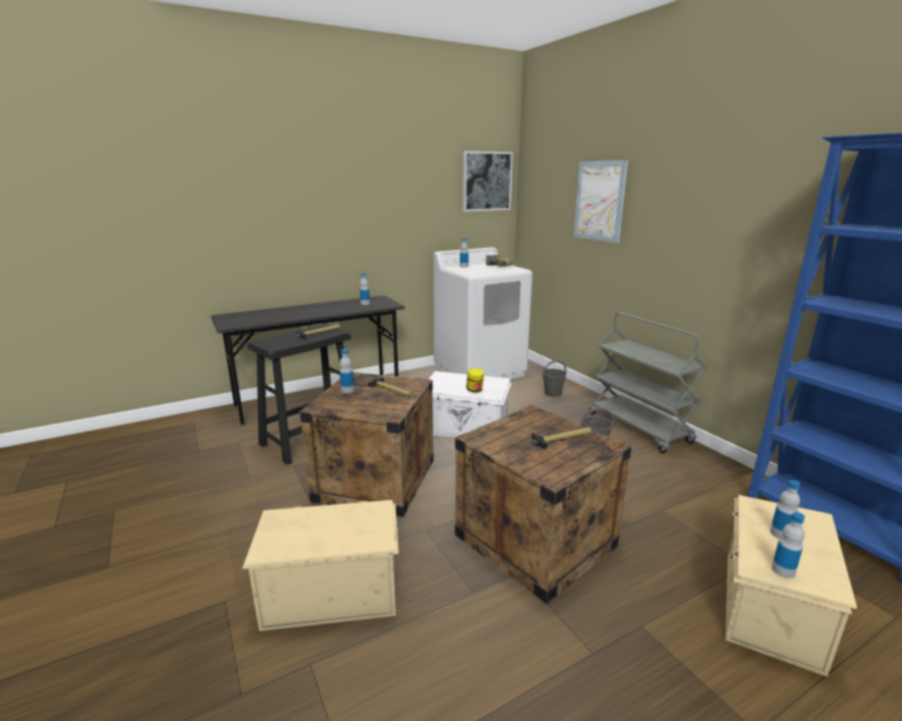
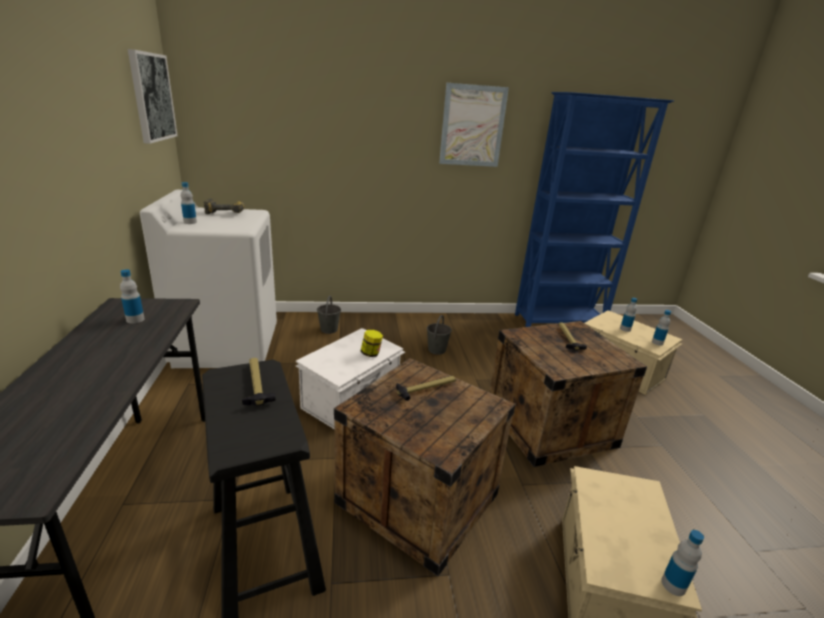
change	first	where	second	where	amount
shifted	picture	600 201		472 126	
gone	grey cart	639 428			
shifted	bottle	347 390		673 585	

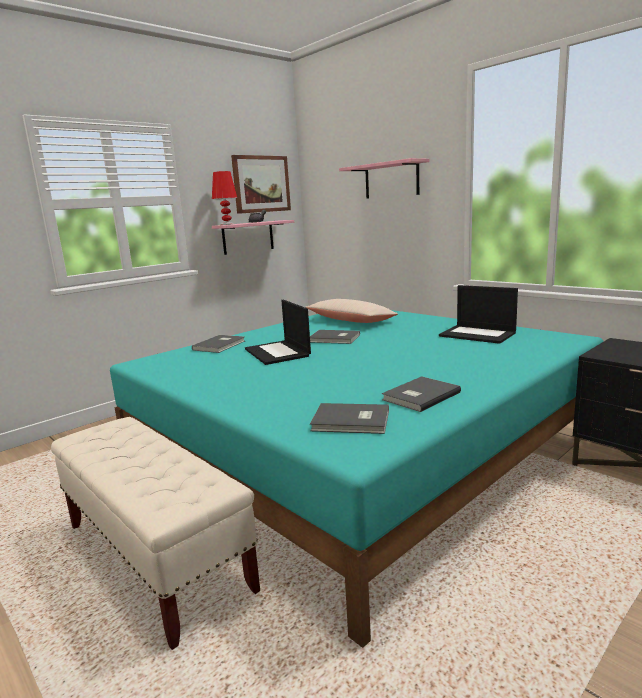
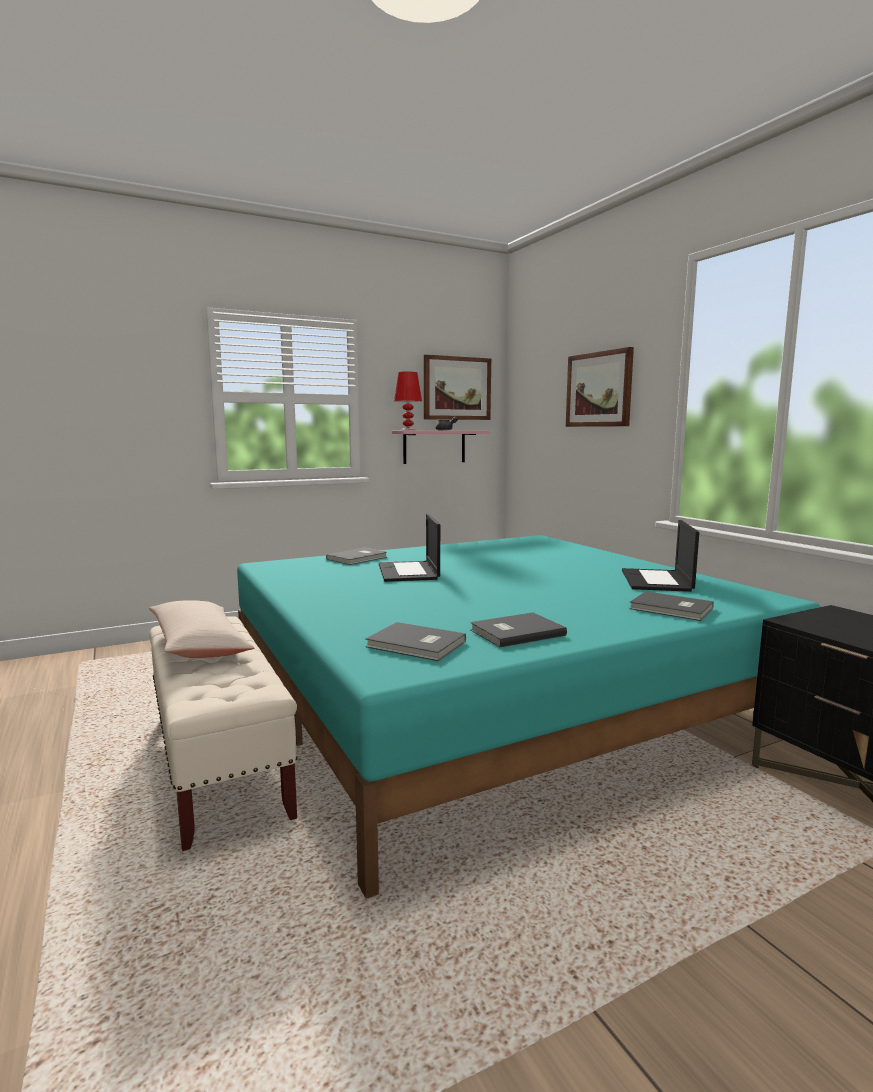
change	first	where	second	where	amount
swapped	pink shelf	391 180	picture	599 389	
rotated	laptop	478 334		657 581	45 degrees clockwise
shifted	beige pillow	351 321		199 644	
shifted	grey book	334 339		671 609	

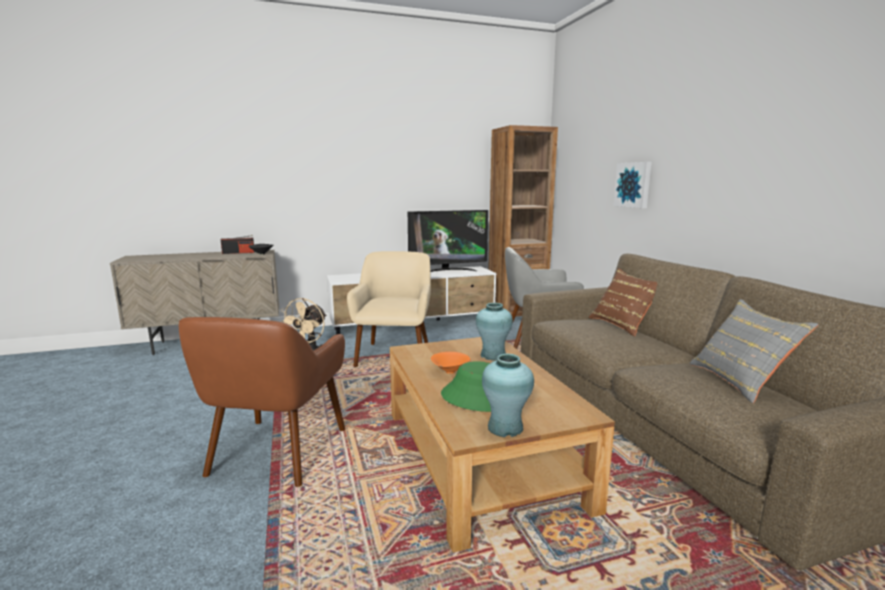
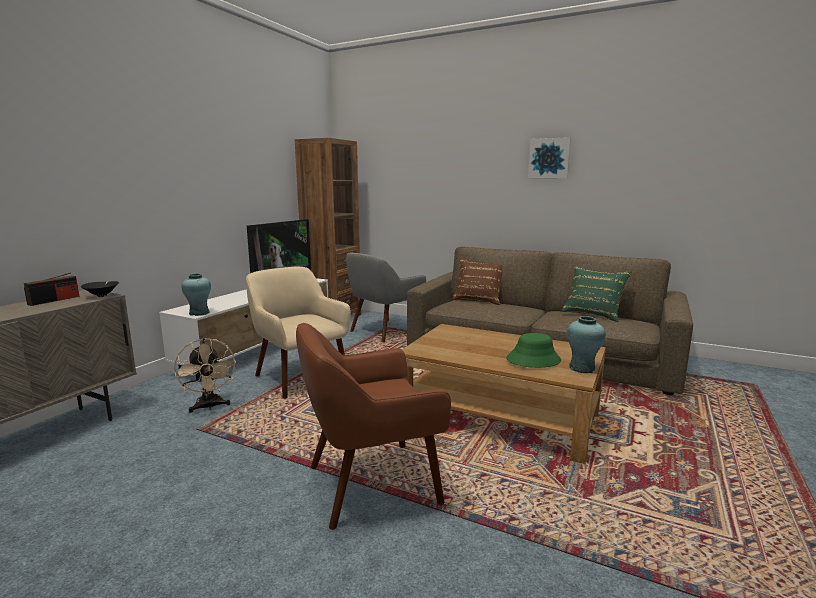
change	first	where	second	where	amount
shifted	picture	633 185		549 158	
repainted	grey pillow	740 381	green pillow	593 314	
shifted	turquoise vase	493 356		199 313	
rotated	brown armchair	276 452		370 484	105 degrees clockwise
gone	orange bowl	449 372			

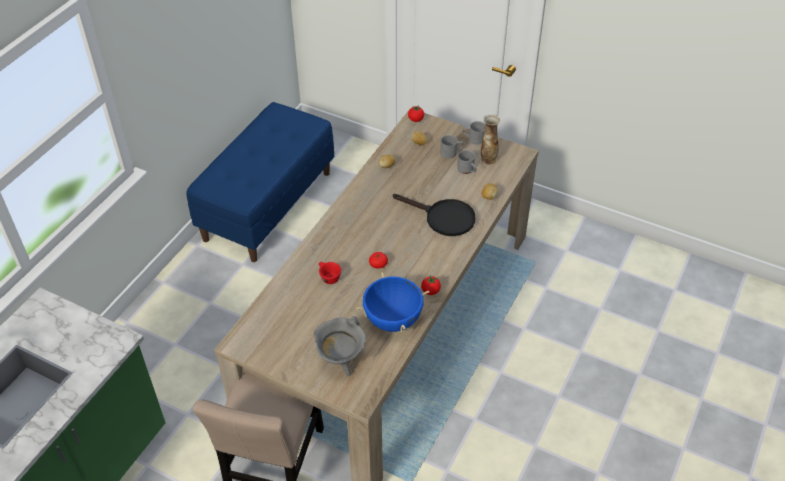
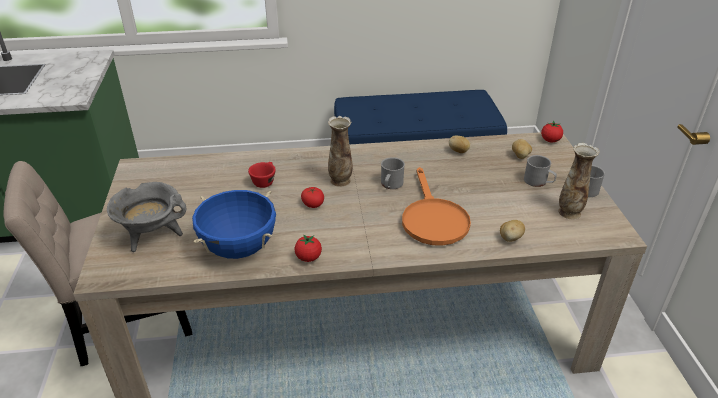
change	first	where	second	where	amount
shifted	grey mug	467 170		390 185	
repainted	black frying pan	443 218	orange frying pan	432 219	
new			vase	340 181	

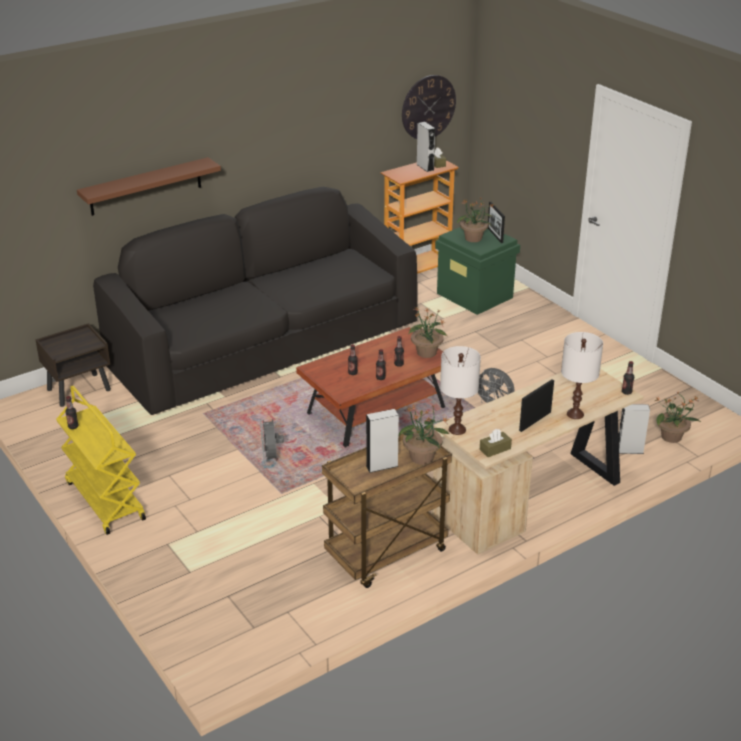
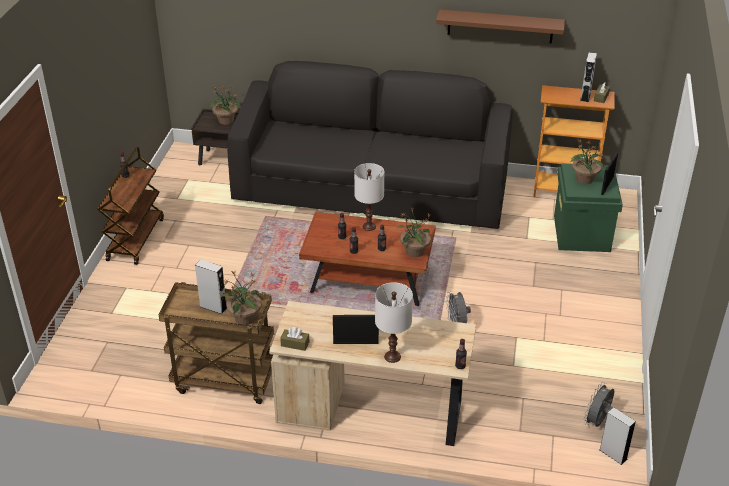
change	first	where	second	where	amount
gone	wall clock	428 107			
shifted	brown shelf	145 186		500 26	
shifted	white table lamp	457 429		369 227	
repainted	yellow cart	104 500	brown cart	135 239	
shifted	potted plant	672 437		226 121	
shifted	grey speaker	629 450		613 454	
shifted	grey fan	271 459		597 422	

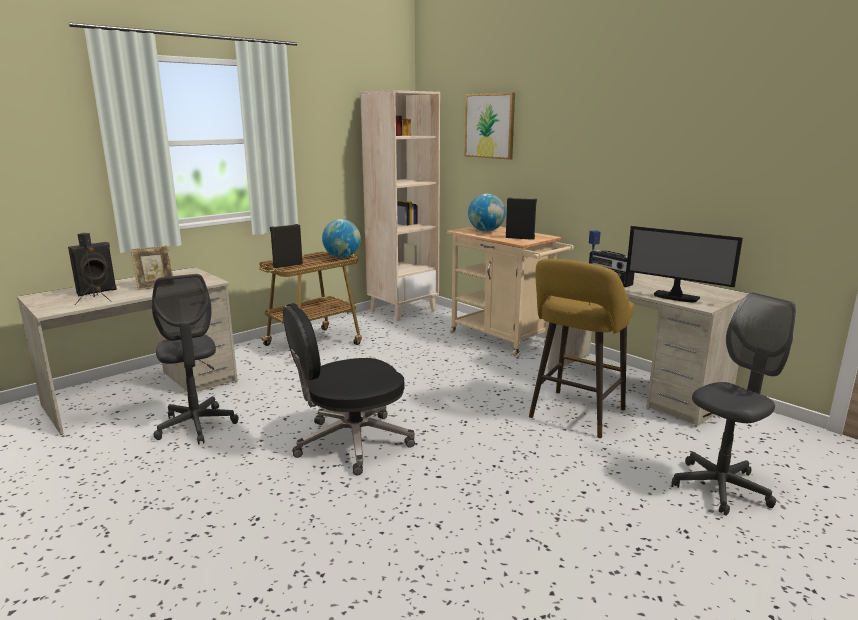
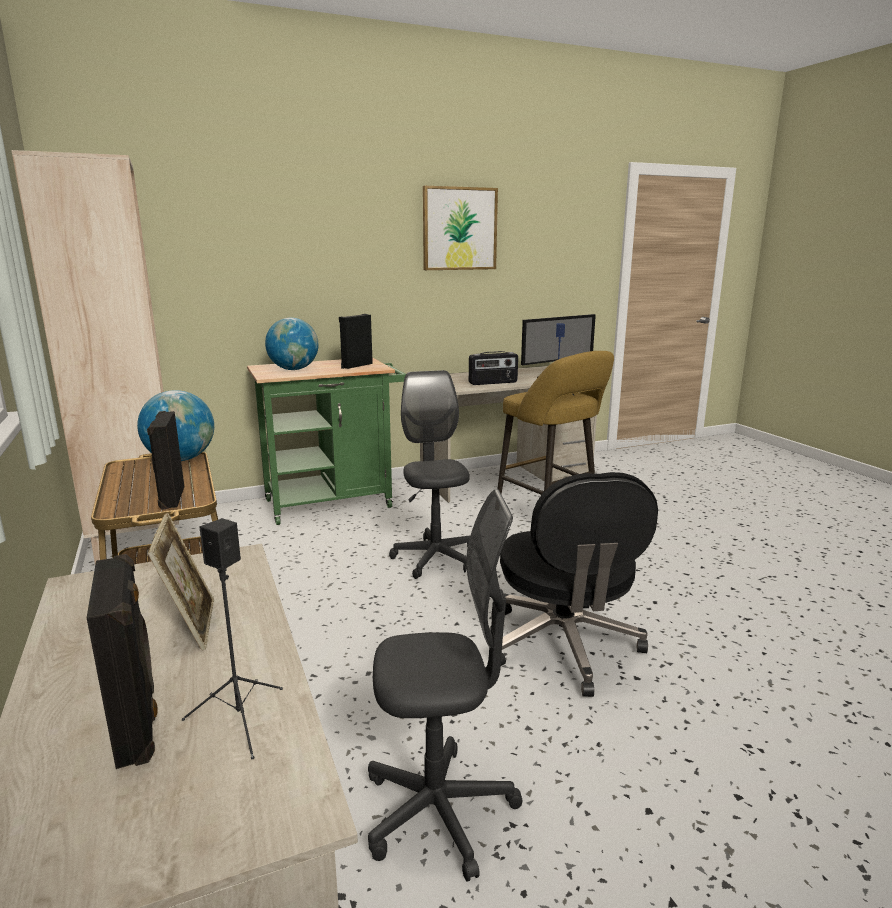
change	first	where	second	where	amount
shifted	picture	489 126		459 229	
repainted	beige cart	504 339	green cart	336 502	
shifted	grey office chair	720 488		435 558	

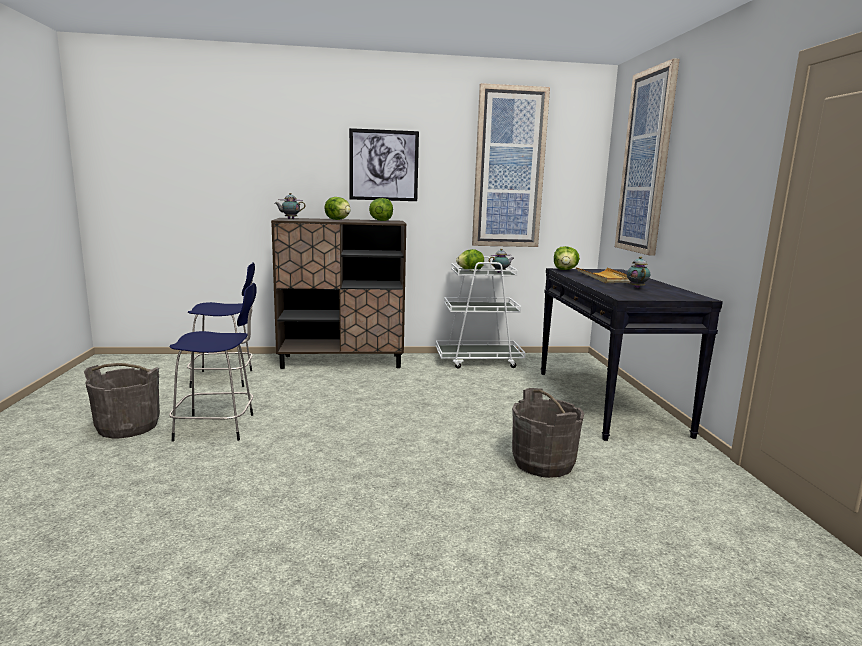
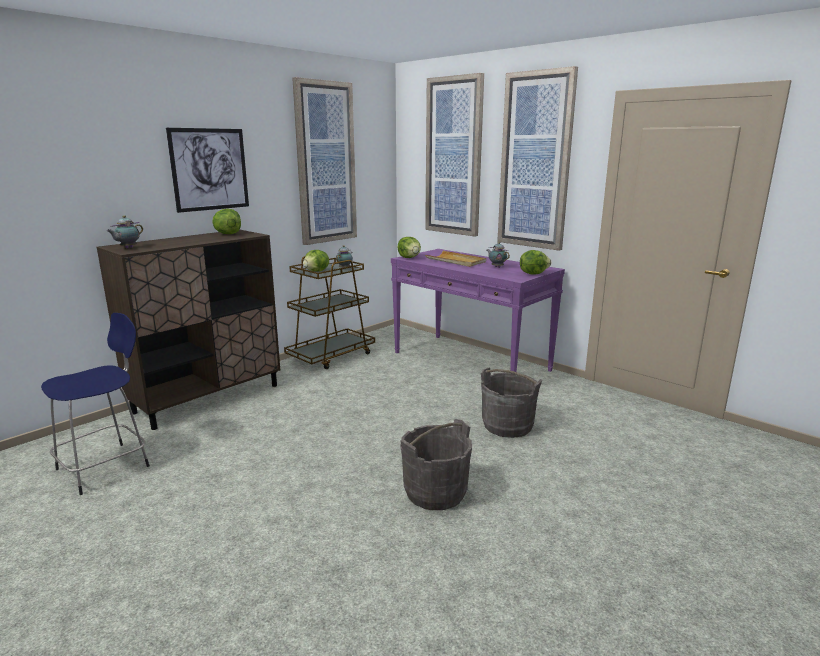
change	first	where	second	where	amount
shifted	lettuce	338 219		533 273	
repainted	white cart	478 361	brown cart	331 356	
repainted	black console table	608 401	purple console table	471 361	
gone	blue stool	218 427			
shifted	grey bucket	128 427		435 492	
new			picture	535 162	

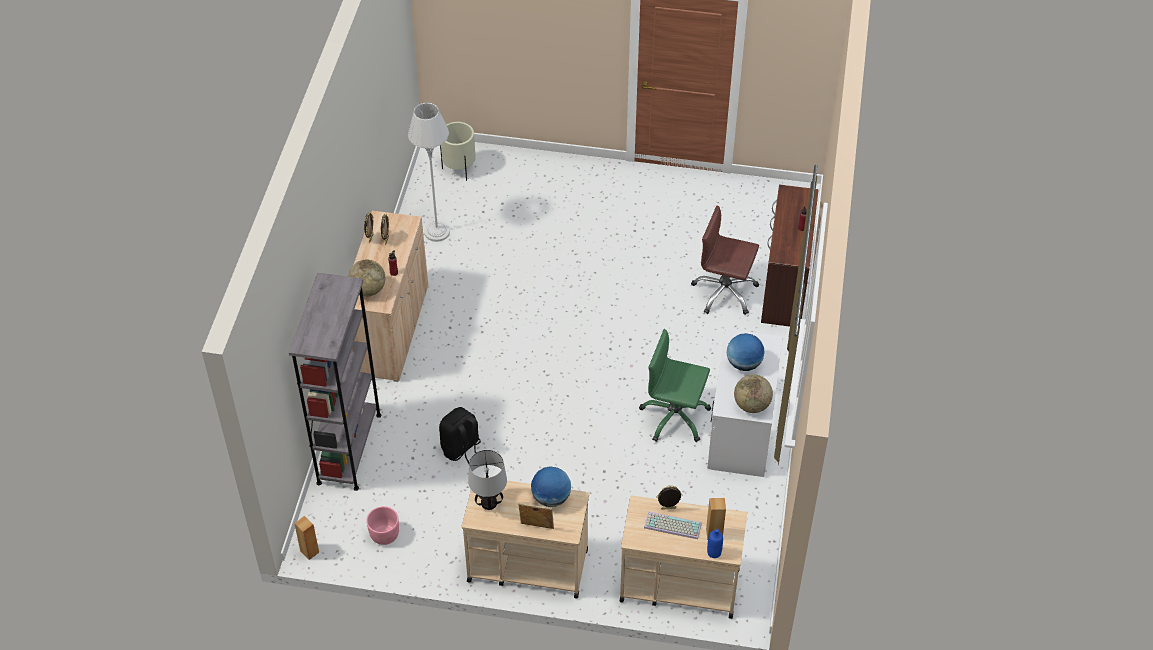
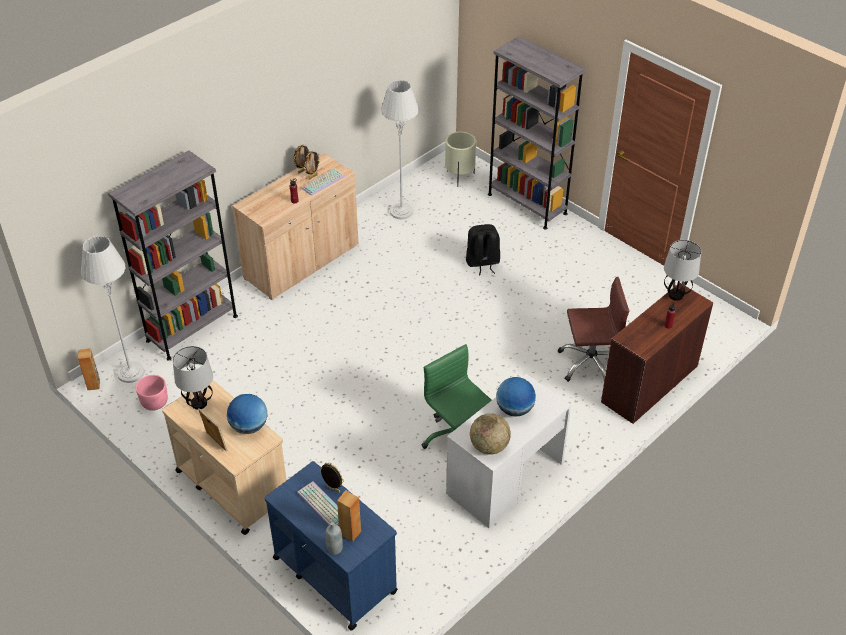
change	first	where	second	where	amount
rotated	brown office chair	724 293		590 363	120 degrees clockwise
gone	globe	368 290			
shifted	black backpack	461 449		482 263	
repainted	beige cart	678 584	blue cart	334 574	
repainted	blue bottle	714 552	grey bottle	335 548	
new			grey bookcase	527 204	
new			keyboard	323 181	
new			grey floor lamp	130 372	
new			table lamp	675 295	

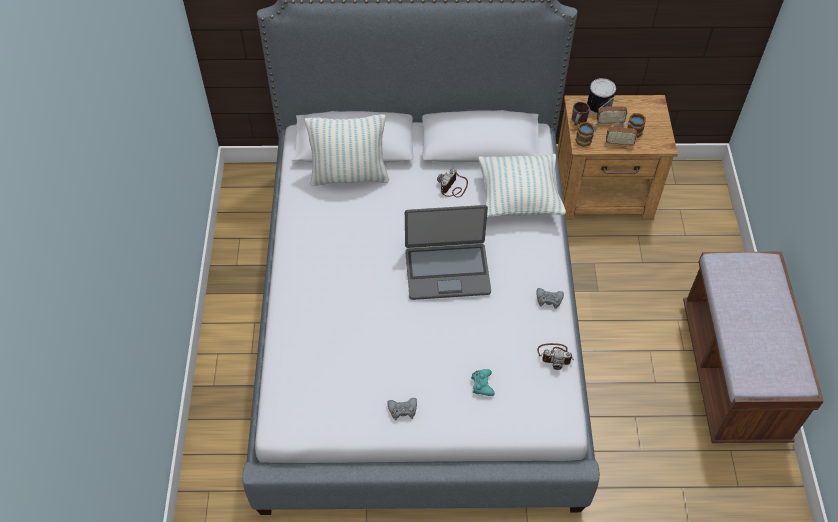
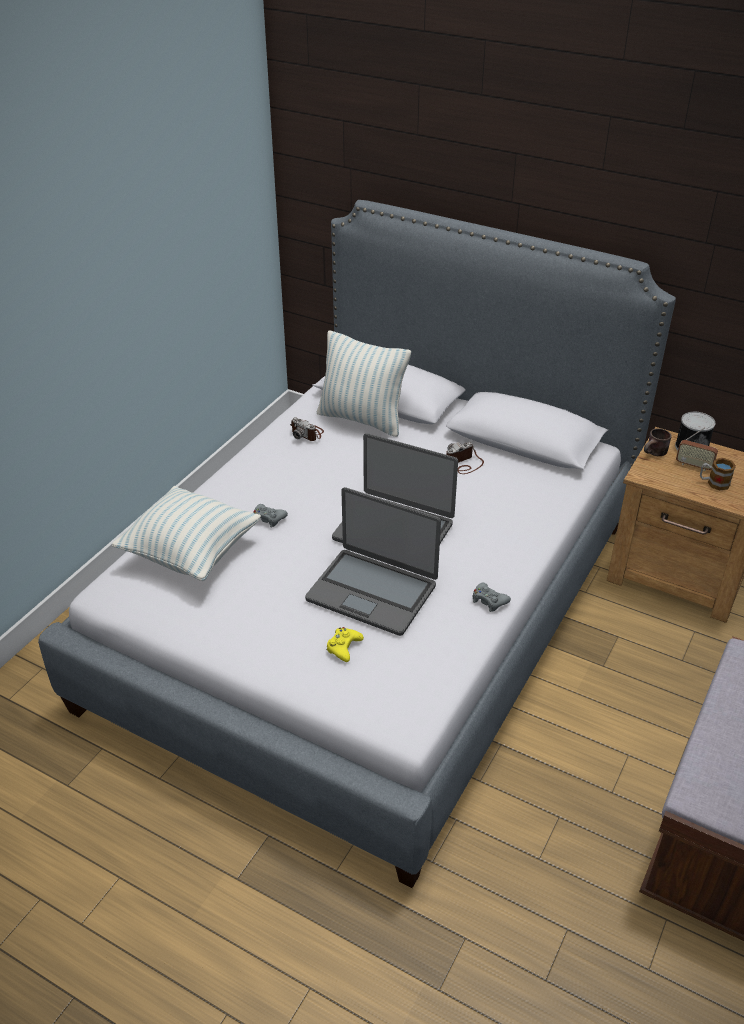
change	first	where	second	where	amount
gone	radio	619 143			
gone	mug	586 138			
shifted	pillow	519 199		191 553	
shifted	photo camera	555 355		307 433	
repainted	turquoise game controller	482 384	yellow game controller	343 647	
shifted	grey game controller	402 410		268 518	
new			laptop	372 591	

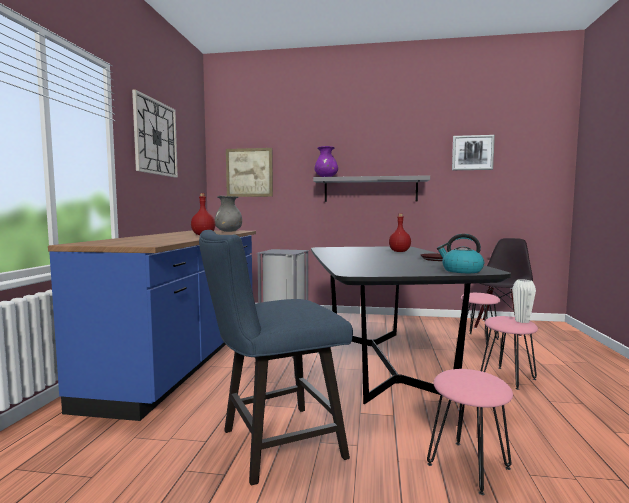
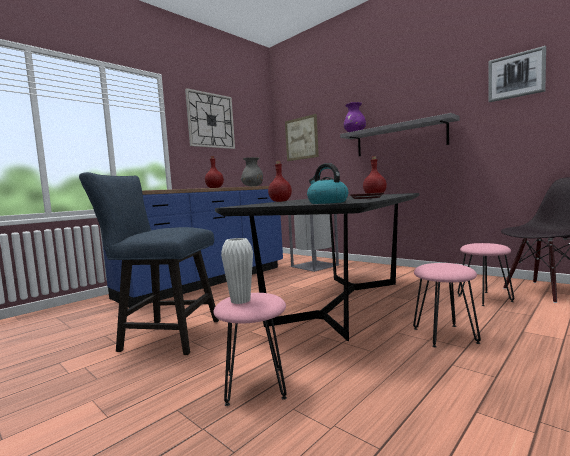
change	first	where	second	where	amount
shifted	white vase	522 321		240 301	
new			red bottle	280 201	

